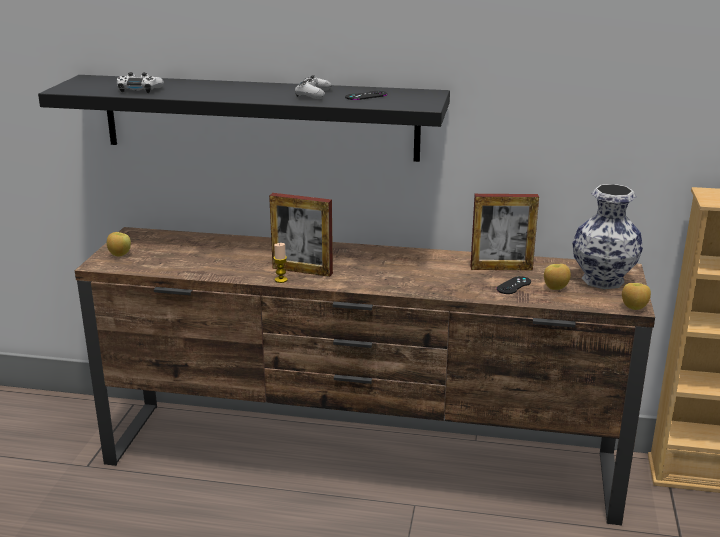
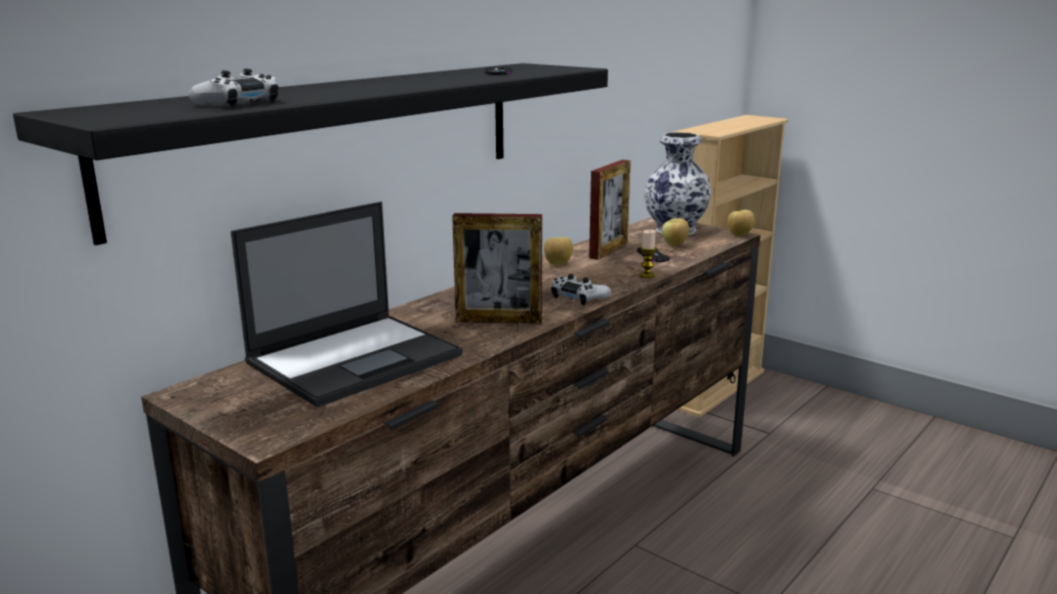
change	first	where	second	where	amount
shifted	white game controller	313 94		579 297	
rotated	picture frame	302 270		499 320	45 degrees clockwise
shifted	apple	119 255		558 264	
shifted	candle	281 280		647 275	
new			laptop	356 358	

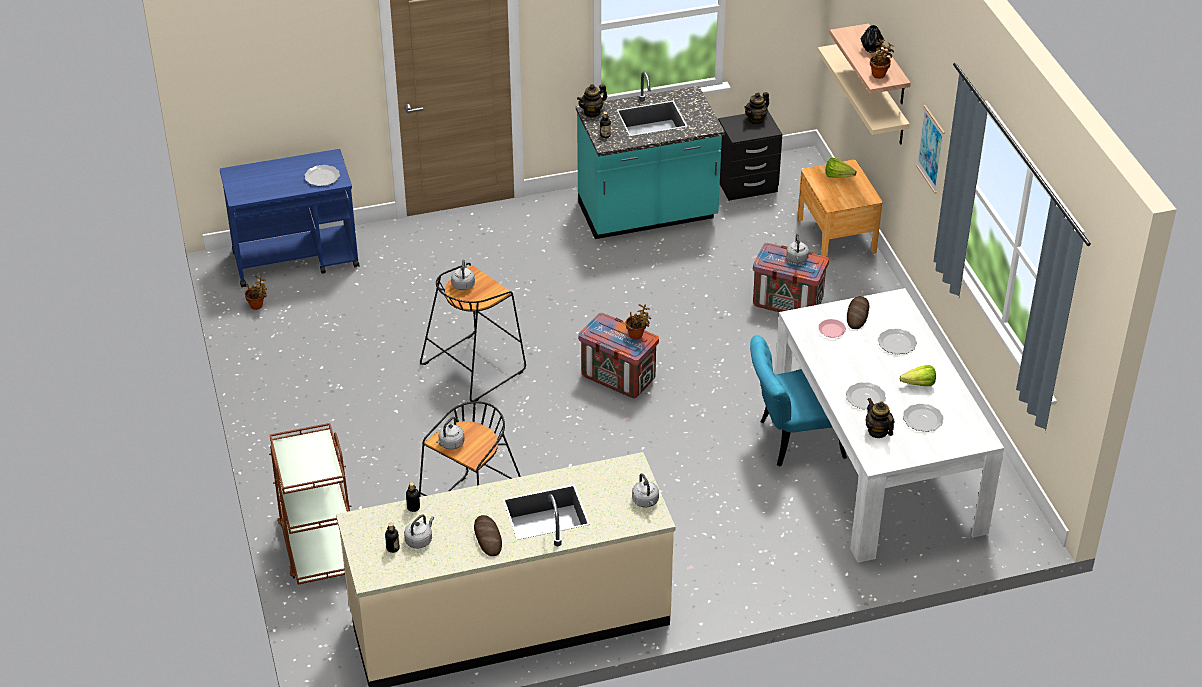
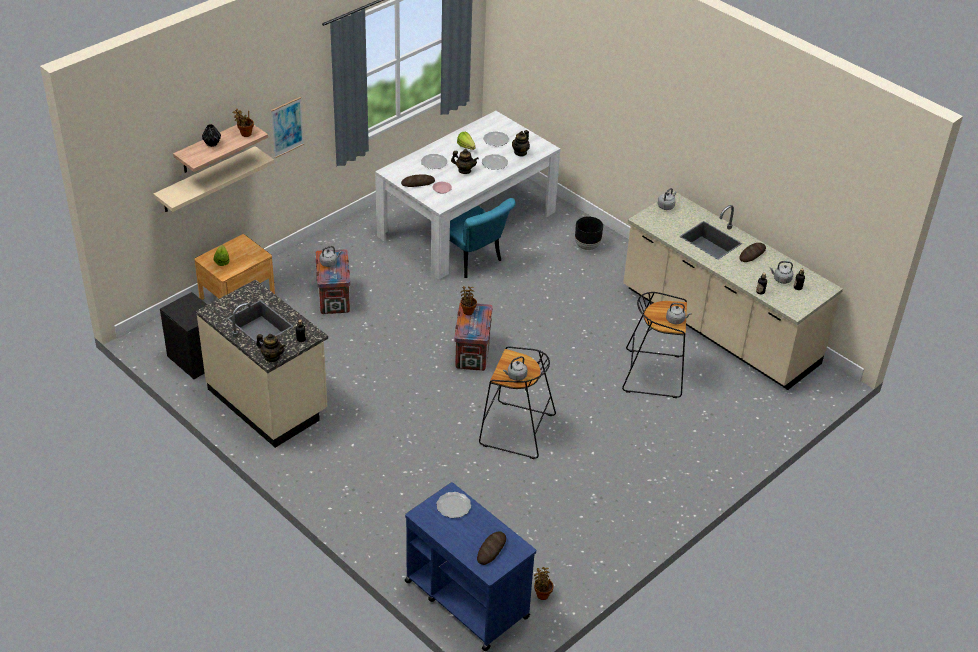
change	first	where	second	where	amount
repainted	turquoise counter	647 214	beige counter	268 401	
shifted	teapot	756 120		464 170	
gone	brown cart	318 546			
new			black planter	587 246	
new			bread	491 549	

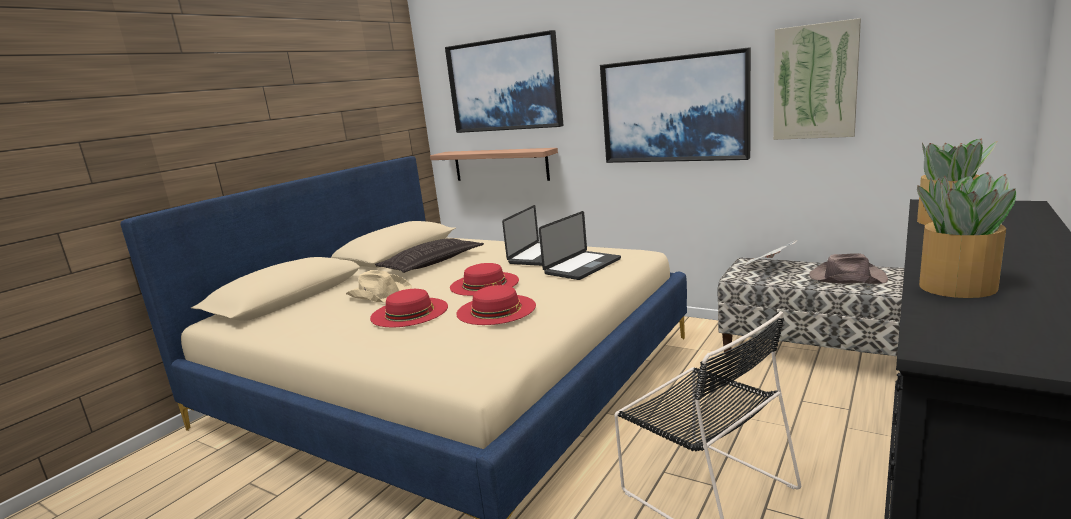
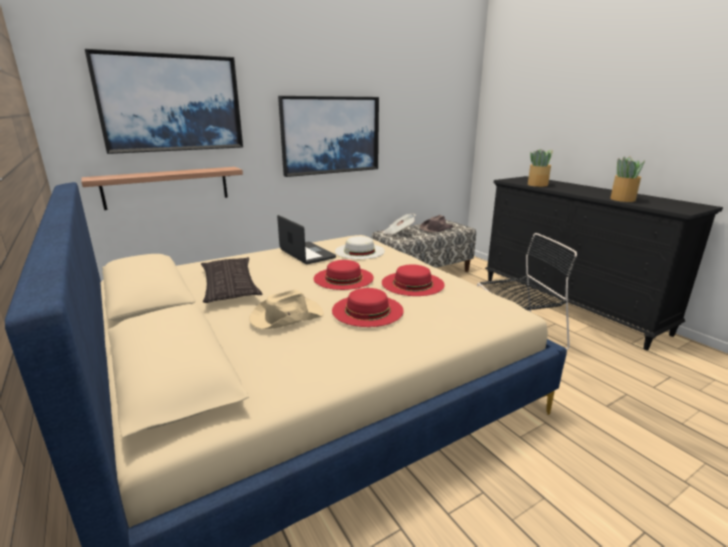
change	first	where	second	where	amount
gone	picture	815 82			
swapped	laptop	583 266	white hat	359 251	

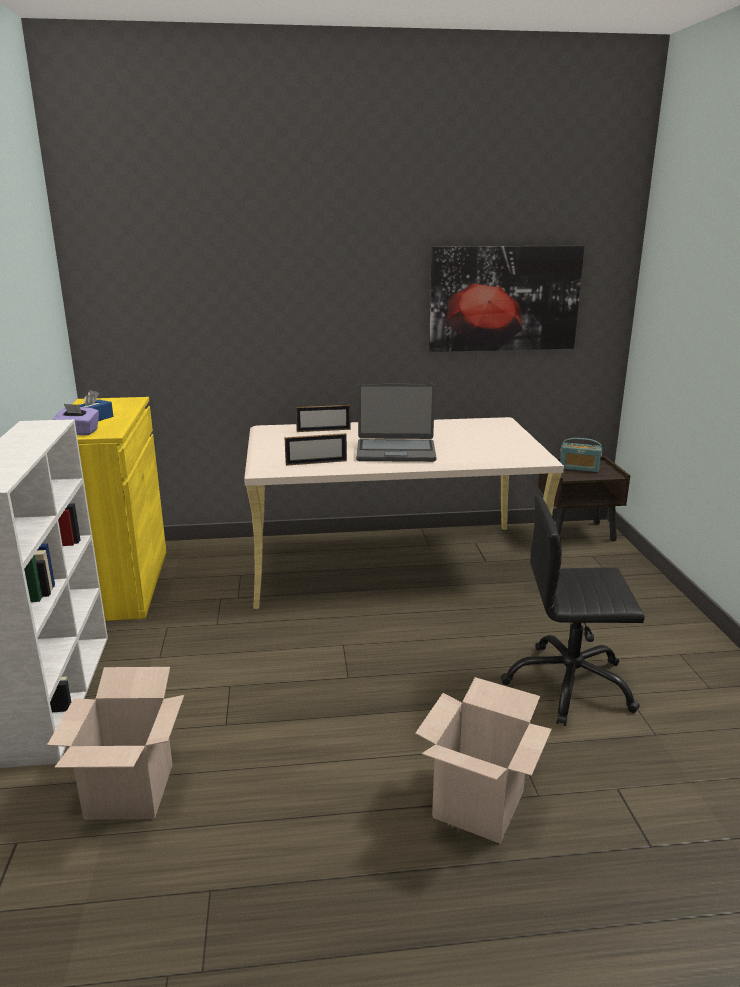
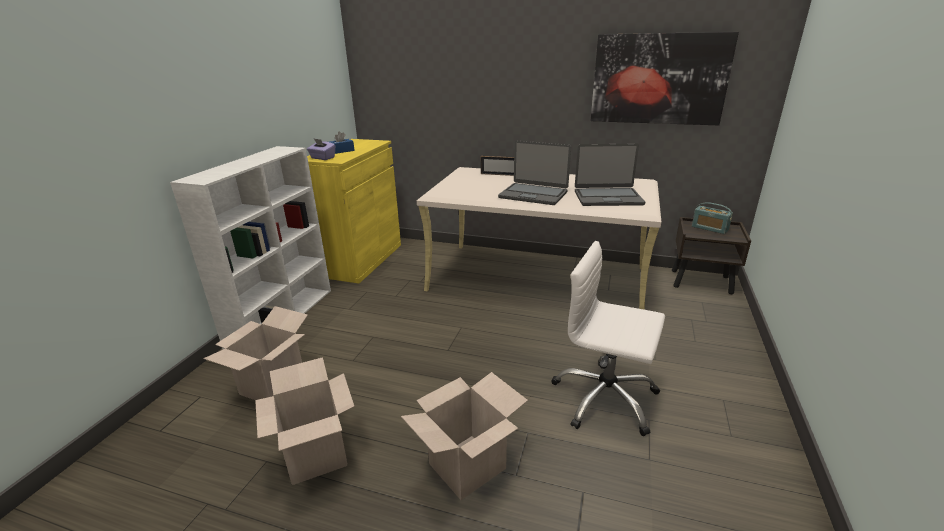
change	first	where	second	where	amount
gone	picture frame	316 462			
repainted	black office chair	569 685	white office chair	604 398	
new			laptop	607 198	
new			cardboard box	316 454	

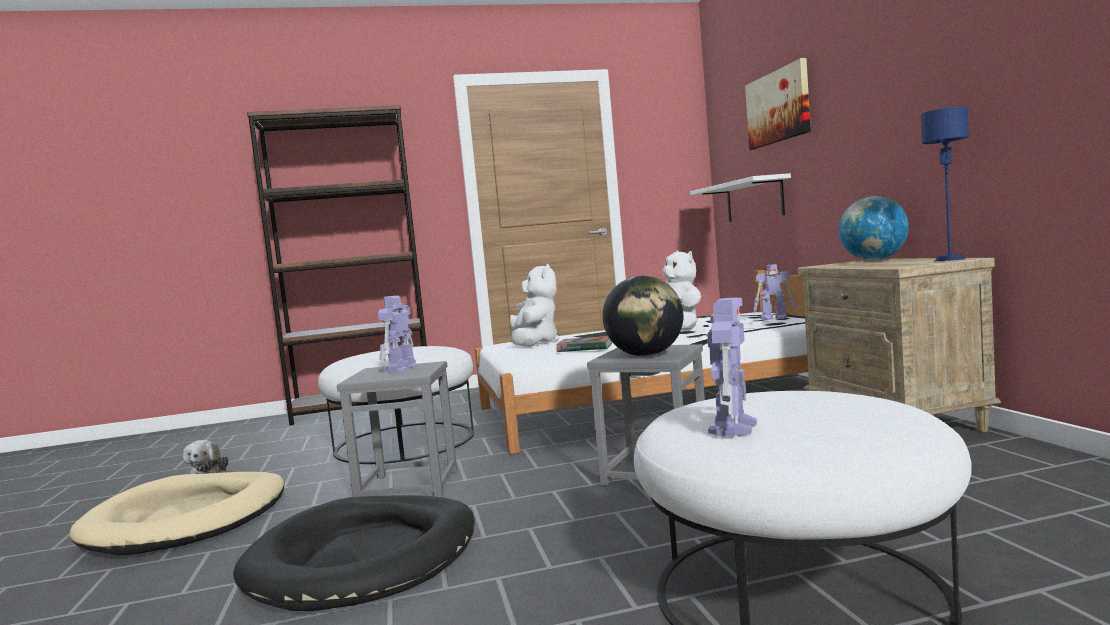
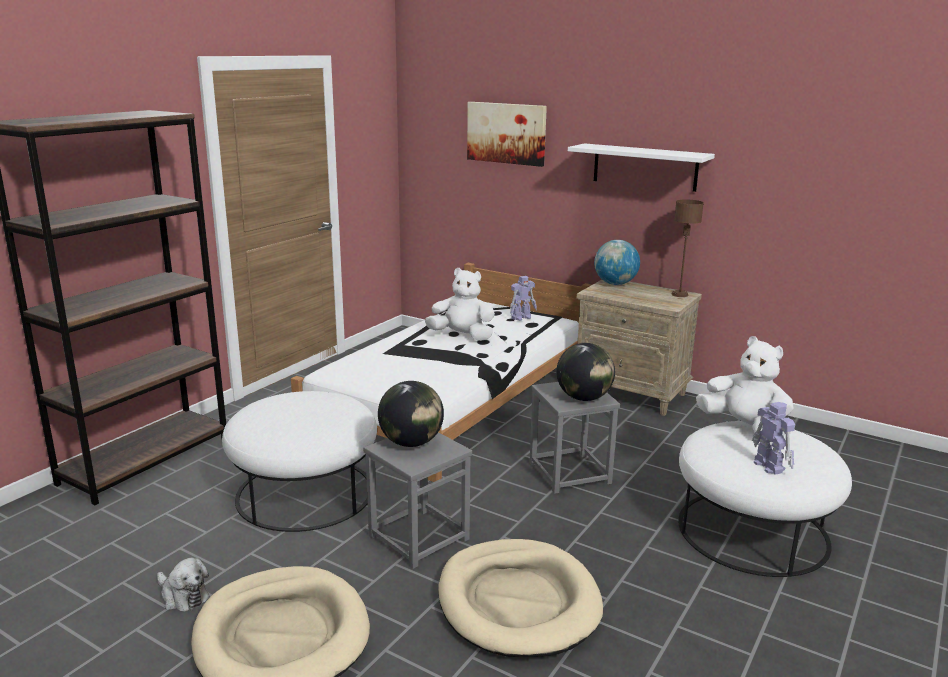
change	first	where	second	where	amount
repainted	blue table lamp	949 259	brown table lamp	679 294	
shifted	white shelf	754 200		645 167	
shifted	white plush toy	534 343		744 428	
swapped	toy robot	400 368	globe	411 443	
gone	book	585 348			
repainted	black dog bed	365 557	beige dog bed	518 602	

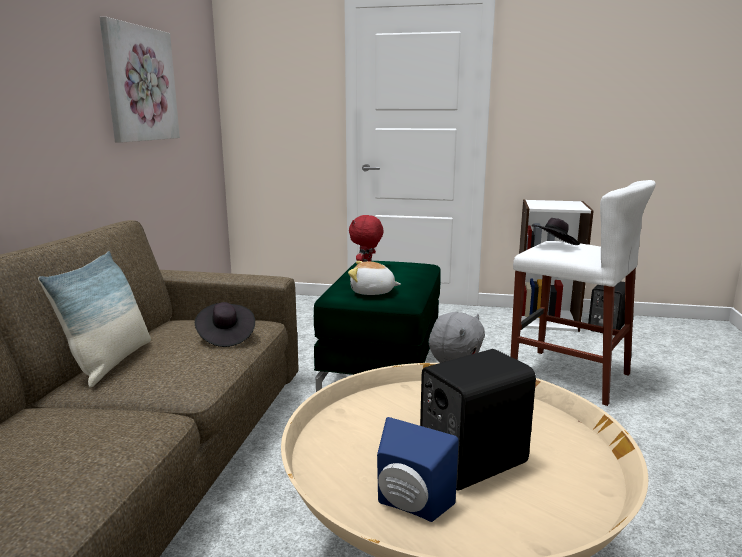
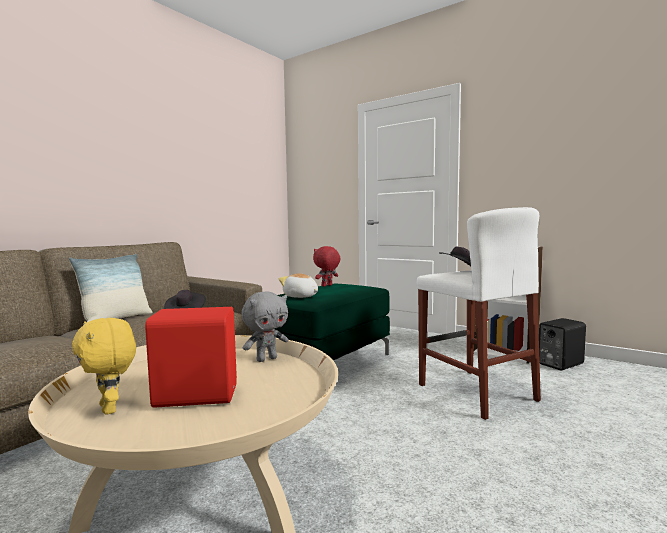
change	first	where	second	where	amount
gone	picture	140 84			
repainted	black speaker	469 462	red speaker	195 395	
swapped	blue speaker	410 506	yellow plush toy	110 409	

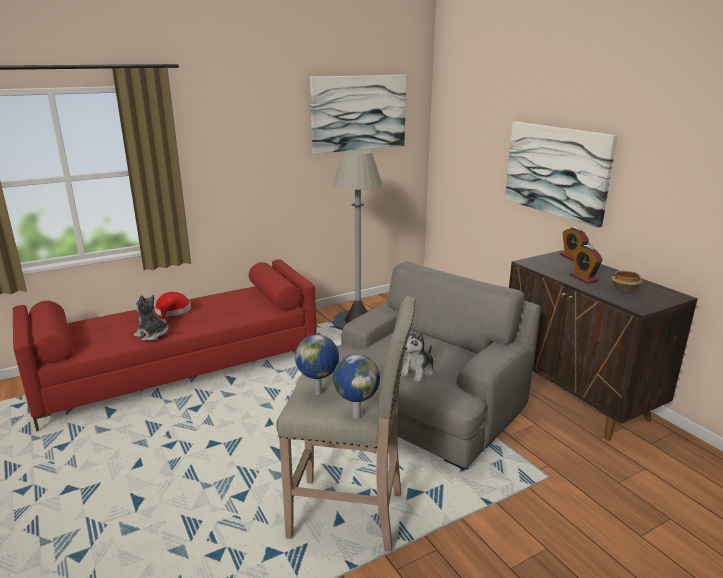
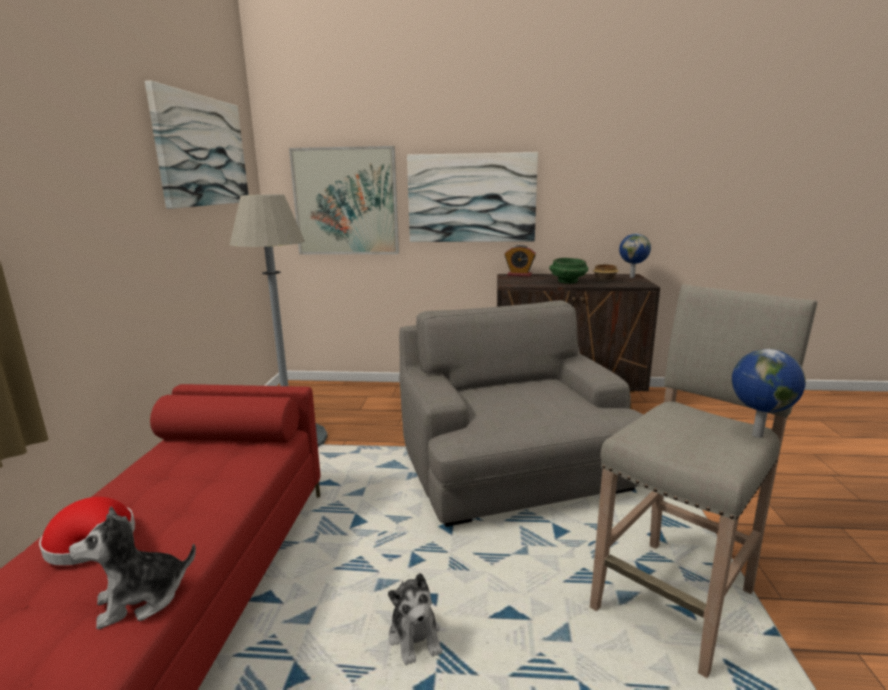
change	first	where	second	where	amount
swapped	alarm clock	583 278	green bowl	568 281	
shifted	plush toy	418 372		415 637	
shifted	globe	319 393		632 277	
new			picture	346 202	

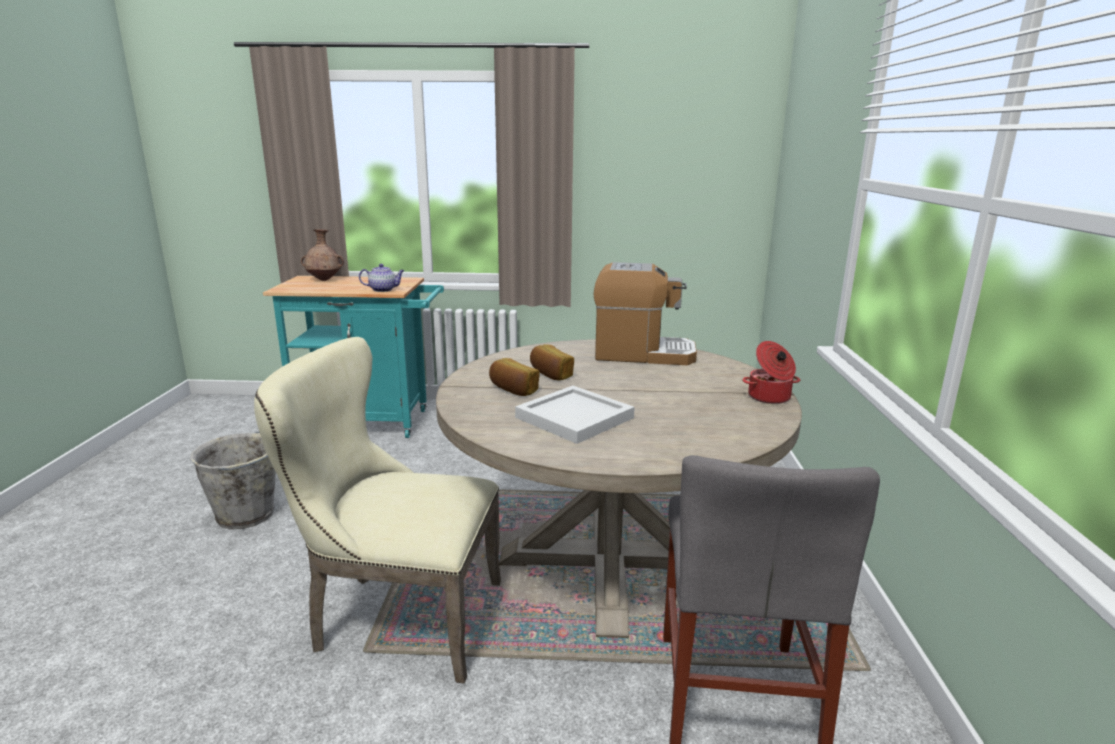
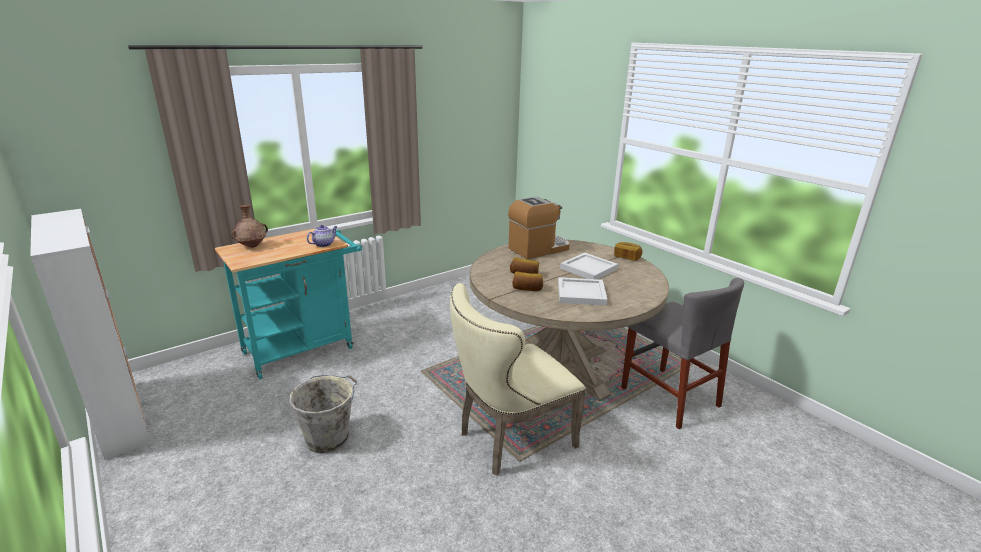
change	first	where	second	where	amount
swapped	cooking pot	769 397	bread	627 257	
new			cabinet	121 417	
new			white tray	587 268	

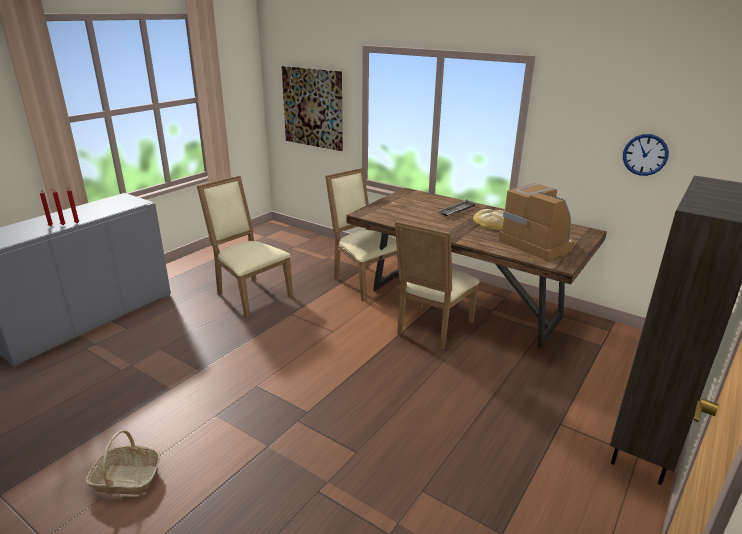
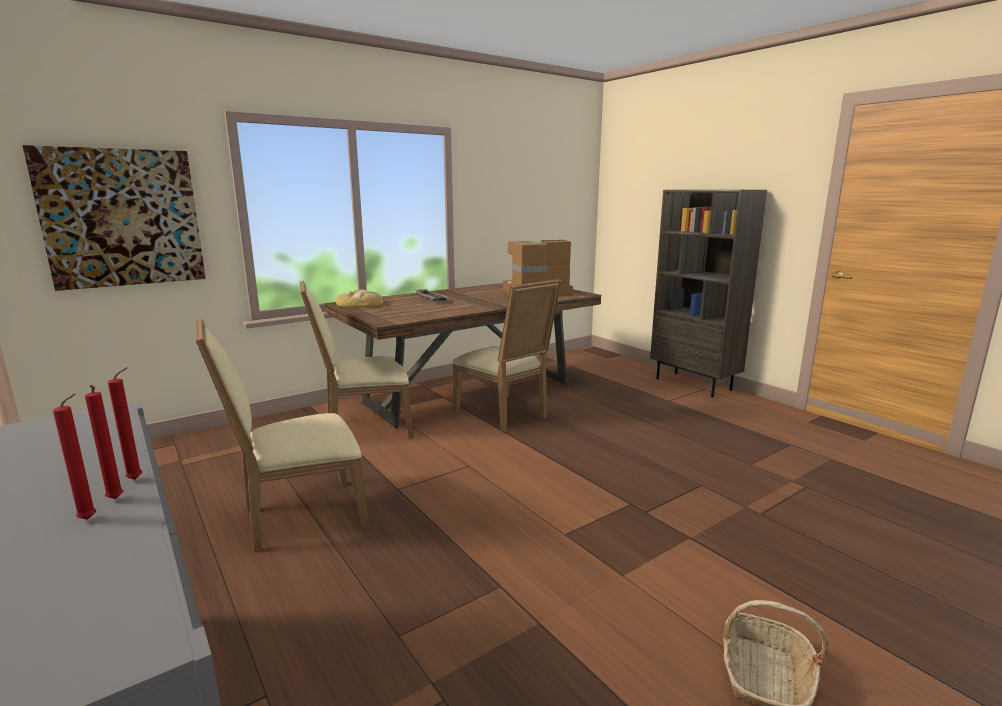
change	first	where	second	where	amount
gone	wall clock	645 155			
shifted	bread	492 222		359 304	

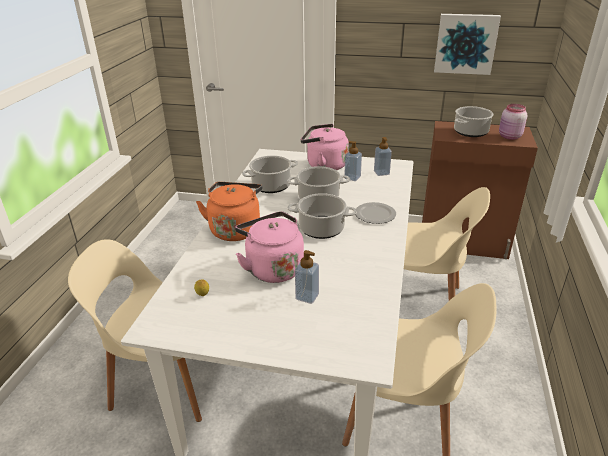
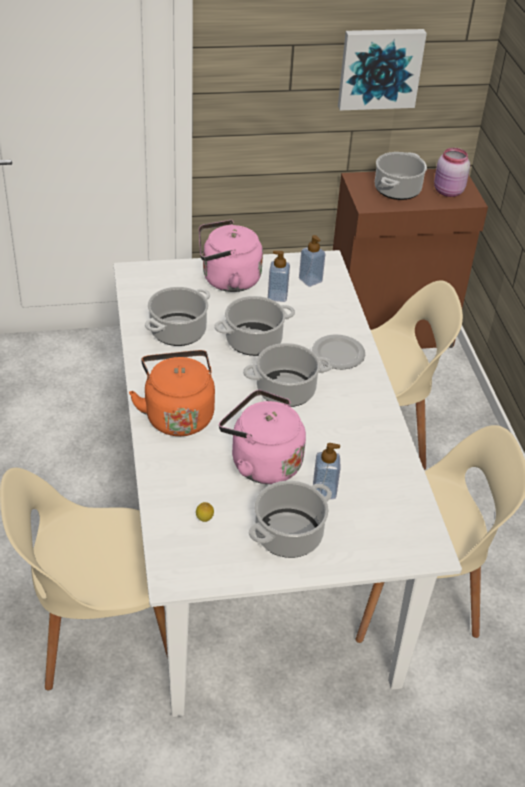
change	first	where	second	where	amount
new			cooking pot	289 534	

